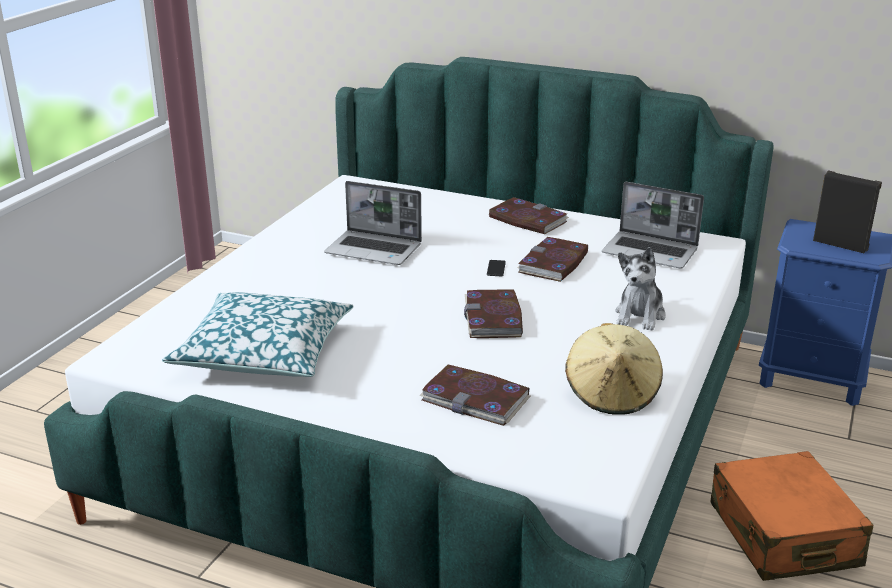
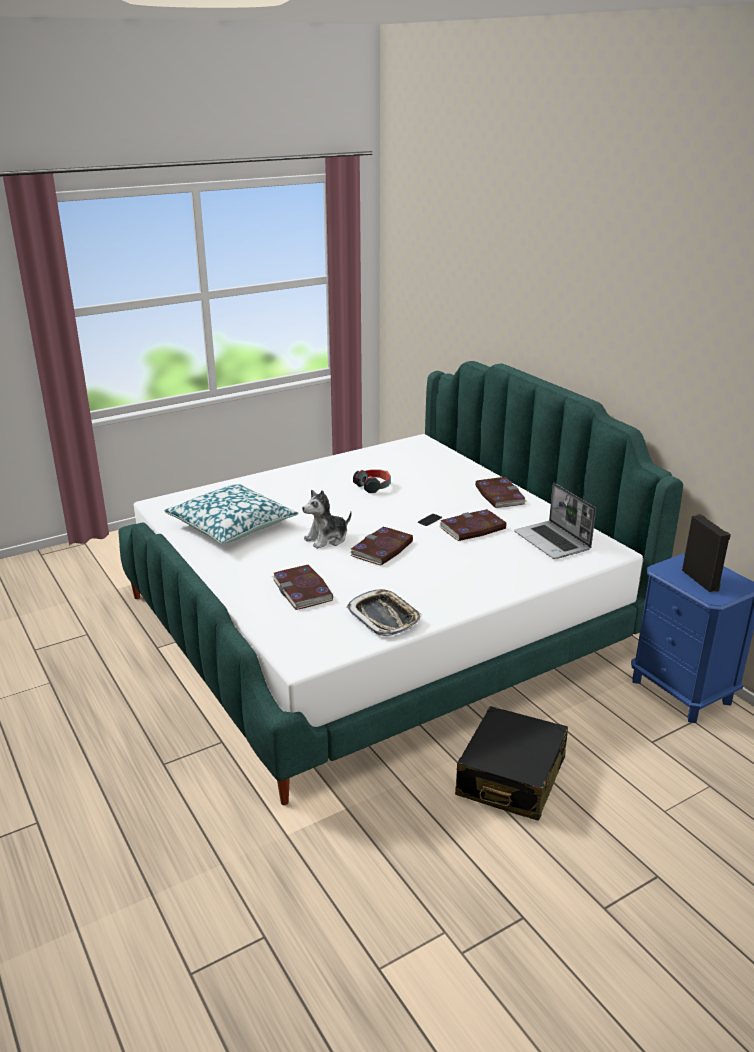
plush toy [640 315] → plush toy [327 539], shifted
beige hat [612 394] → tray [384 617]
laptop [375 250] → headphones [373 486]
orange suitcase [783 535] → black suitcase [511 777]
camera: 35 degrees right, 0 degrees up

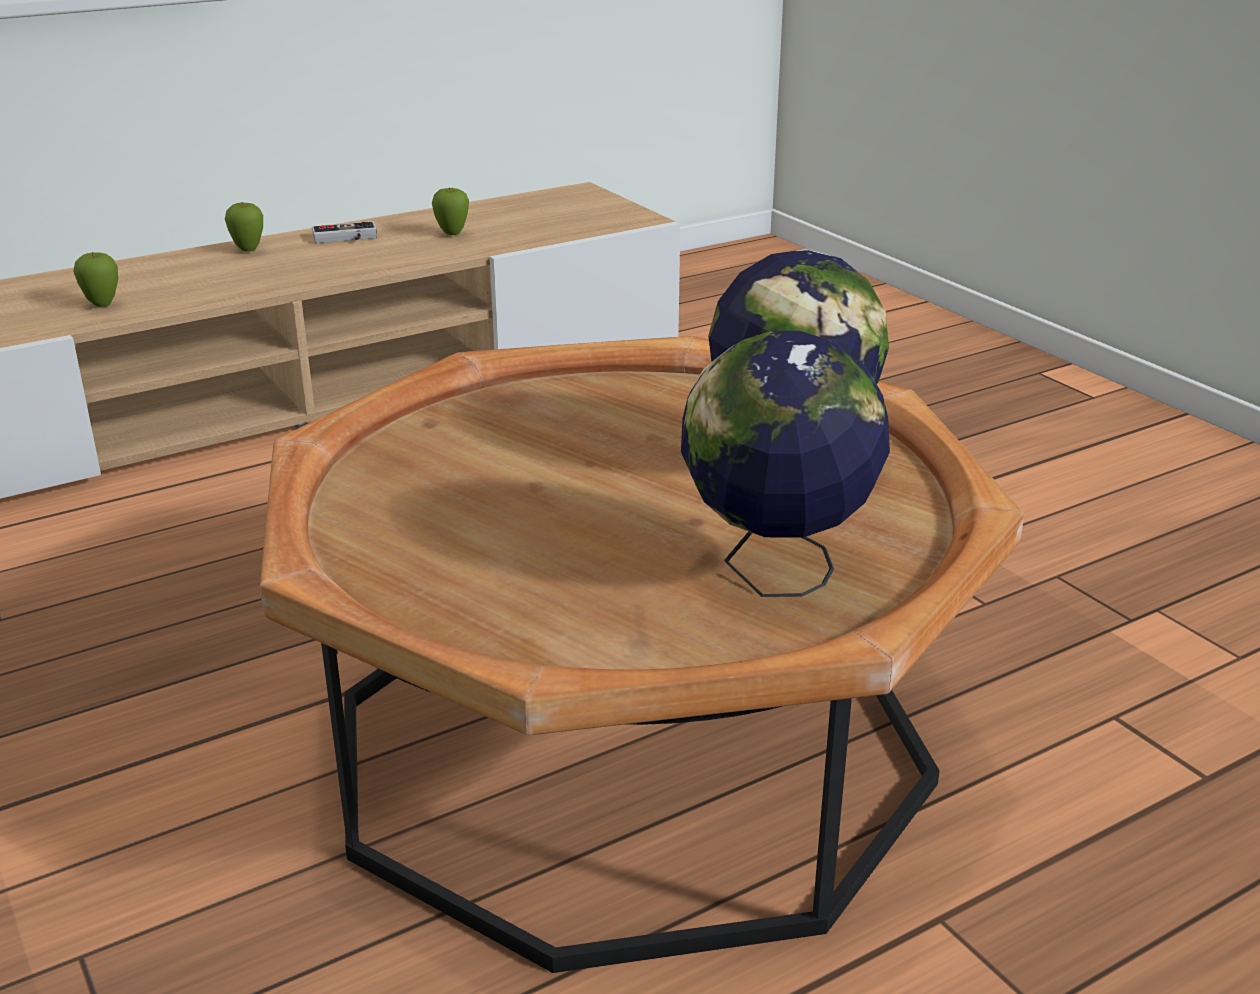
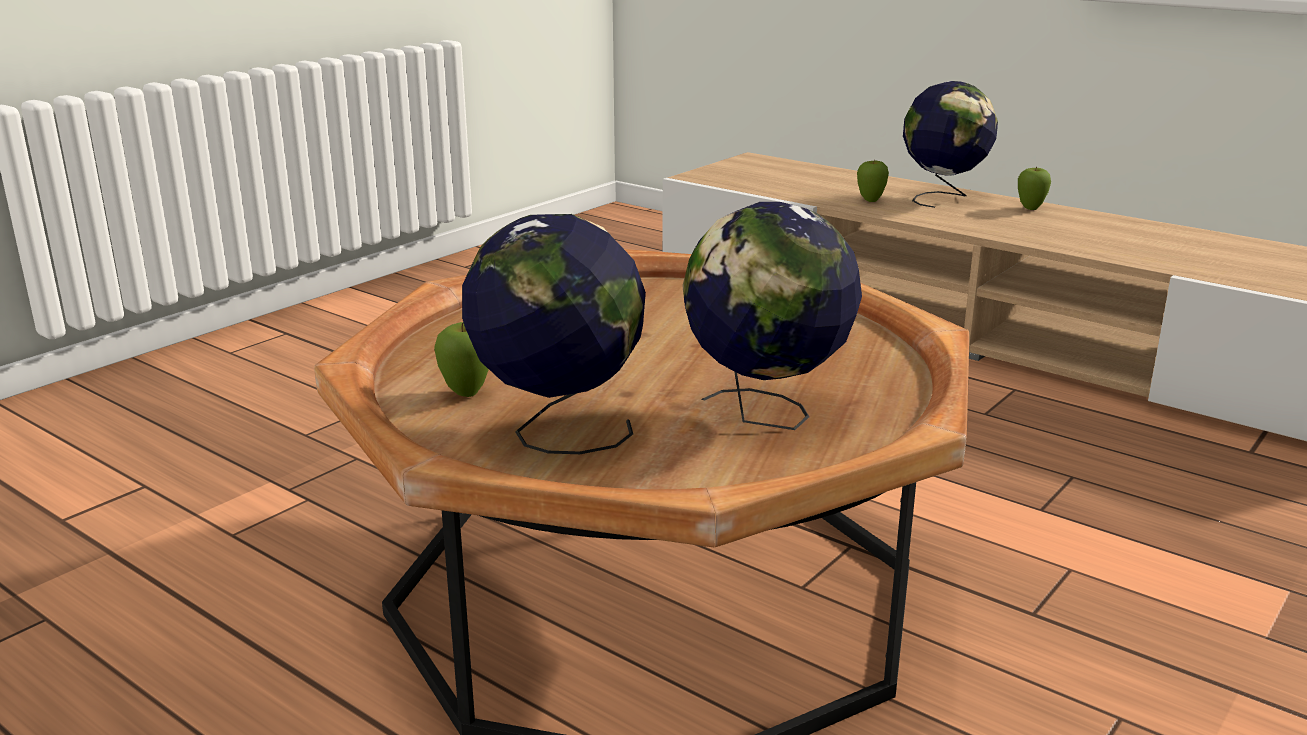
apple [452 234] → apple [466 394], shifted
- → globe [943 198]
game controller [345 238] → -
camera: 70 degrees right, 5 degrees down

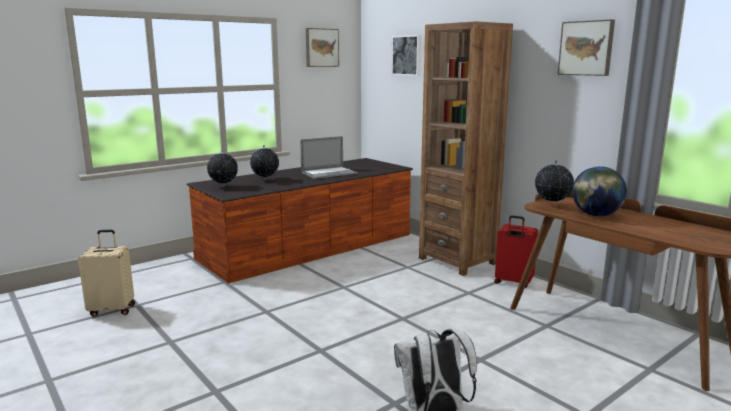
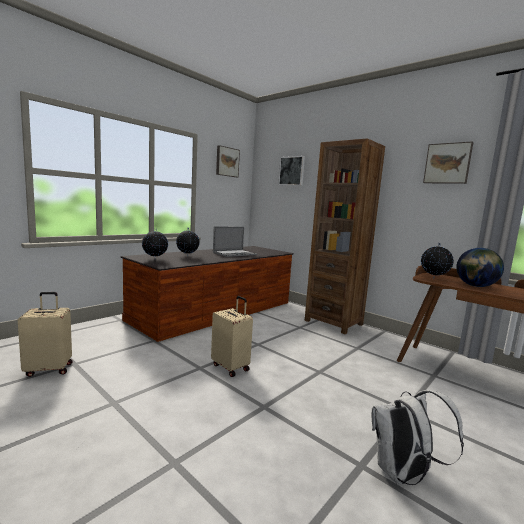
- → beige suitcase [231 367]
red suitcase [513 283] → -
camera: 10 degrees left, 5 degrees down

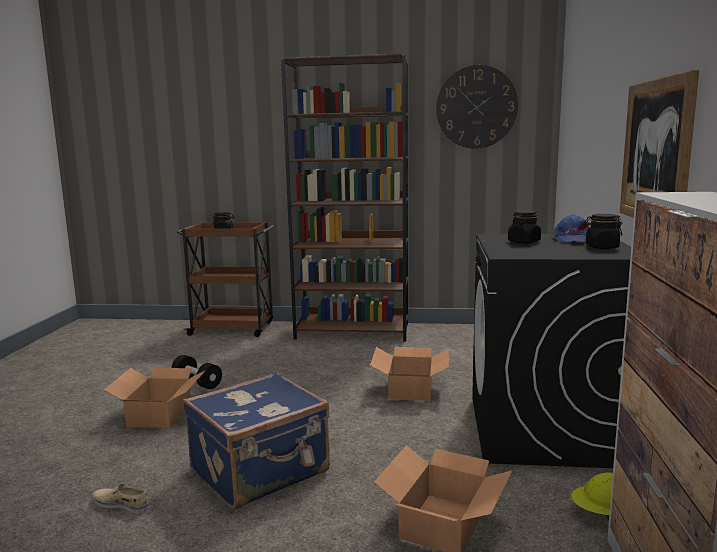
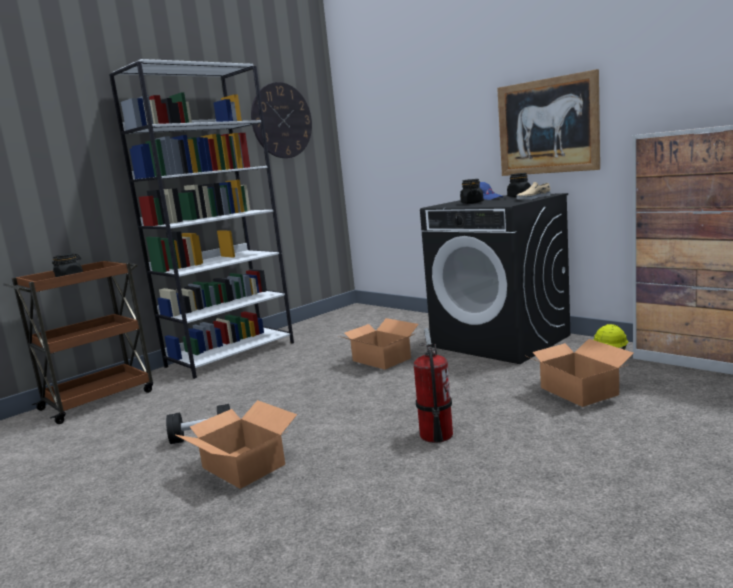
brown bookcase [353 331] → white bookcase [231 354]
blue suitcase [261 472] → fire extinguisher [435 435]
beige shoe [121 504] → beige shoe [533 198], shifted
camera: 50 degrees left, 0 degrees up

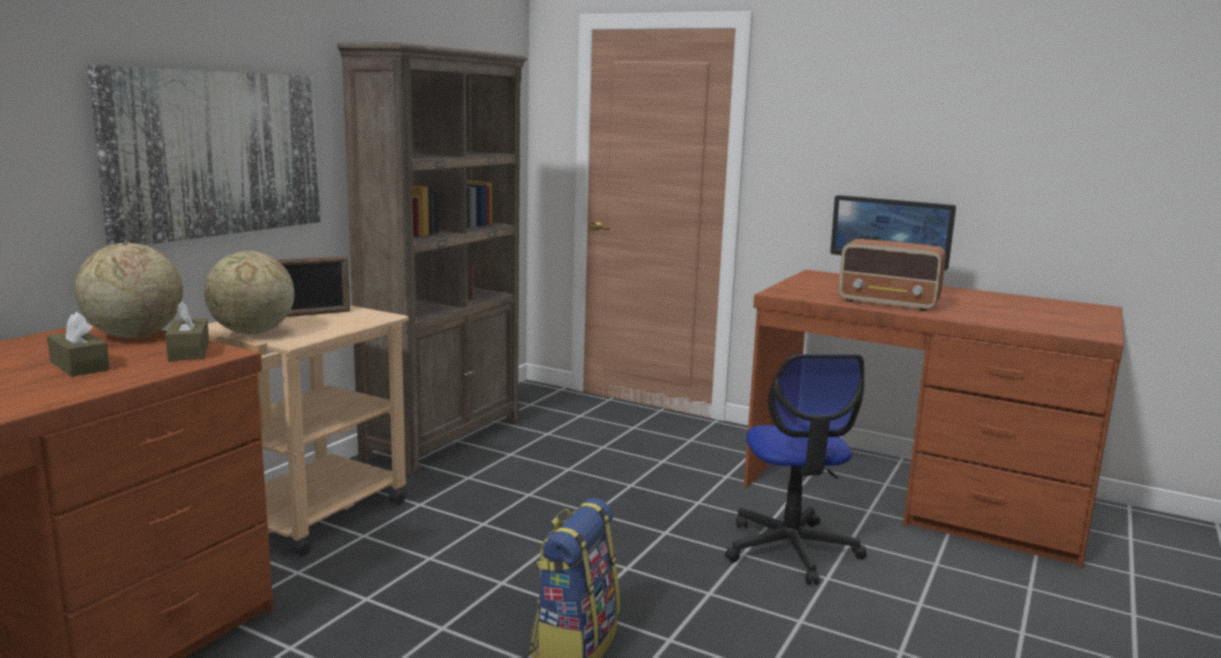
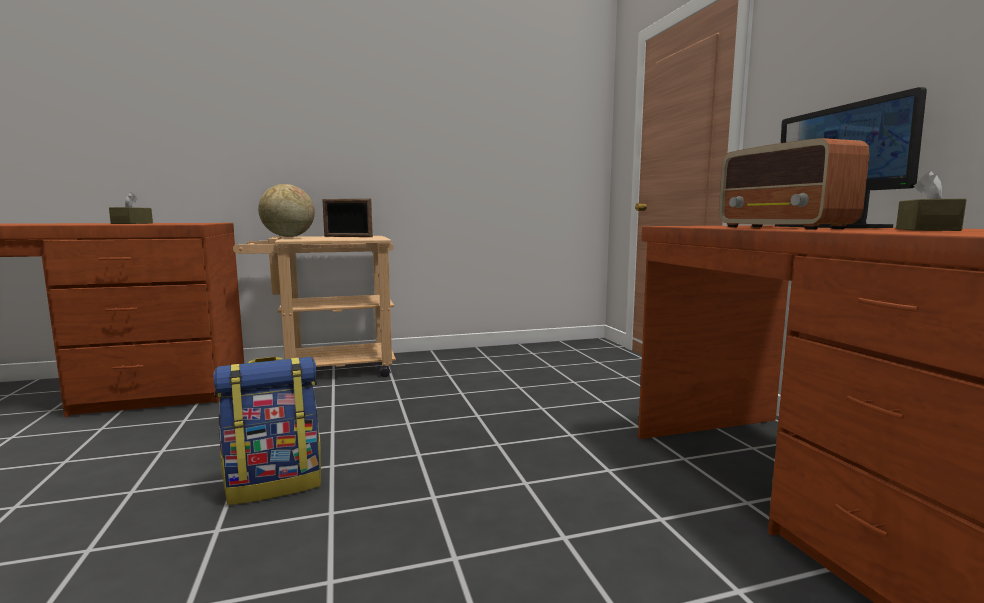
brown tissue box [189 351] → brown tissue box [926 229], shifted
globe [134 336] → -
picture [216 154] → -
brown bookcase [444 439] → -
office chair [791 550] → -
camera: 45 degrees right, 5 degrees down

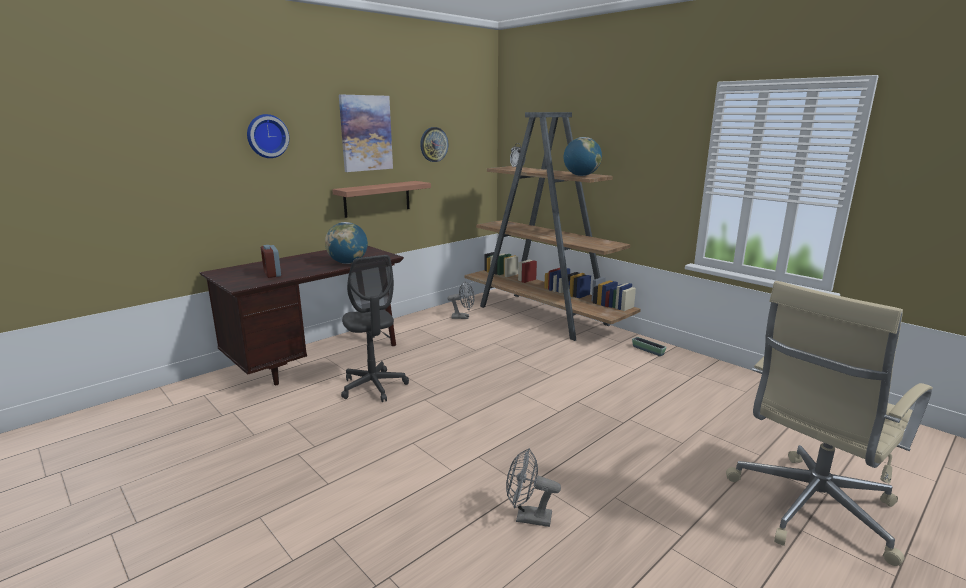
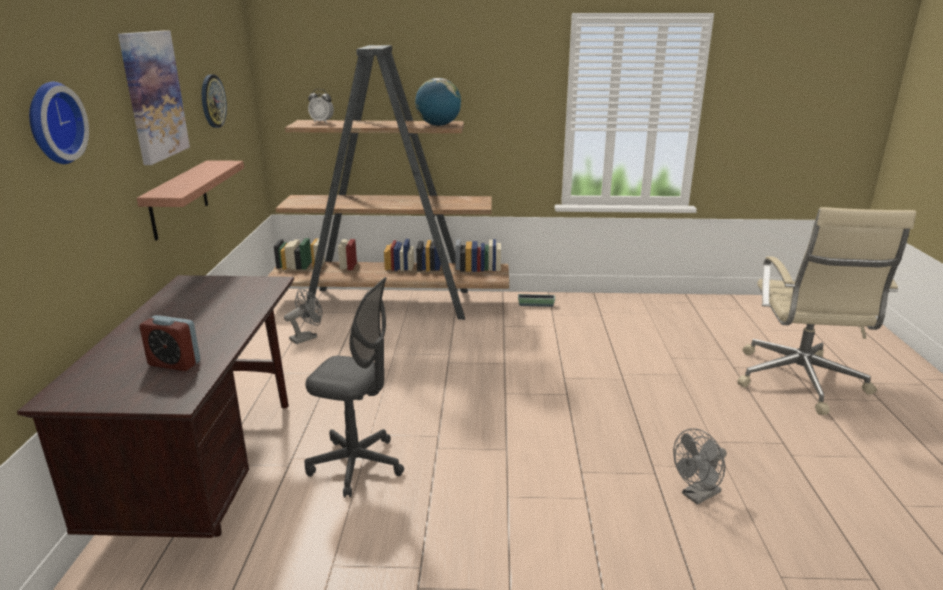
globe [348 263] → -
camera: 45 degrees left, 5 degrees up

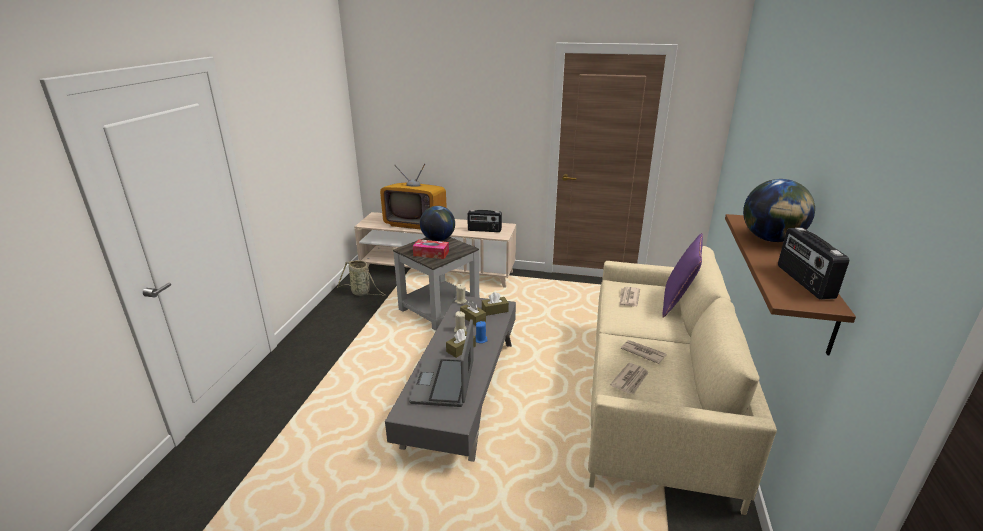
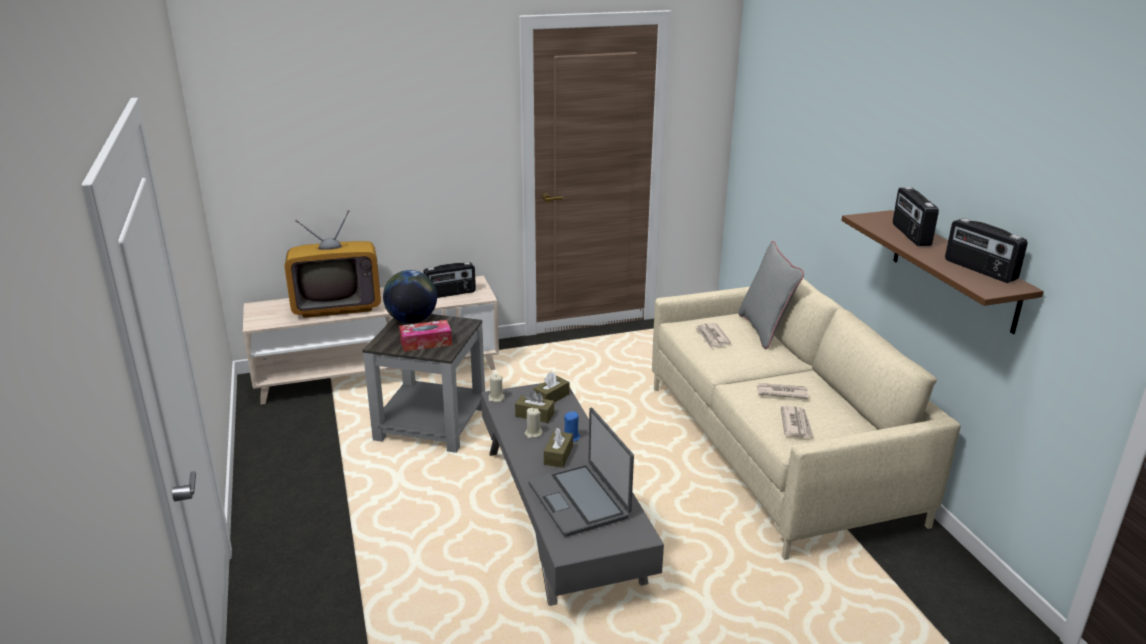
purple pillow [677 303] → grey pillow [764 330]
globe [771 239] → radio [910 235]
basket [362 292] → -
camera: 30 degrees left, 0 degrees up

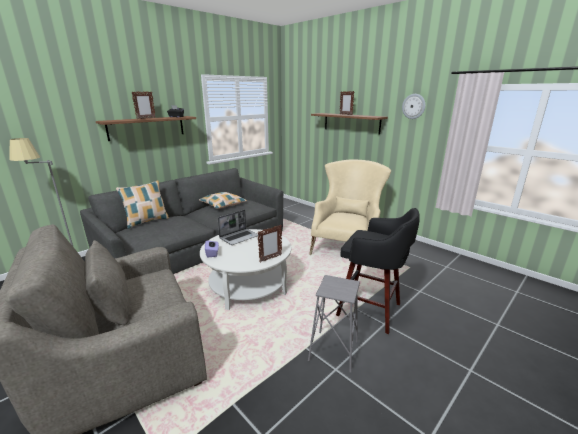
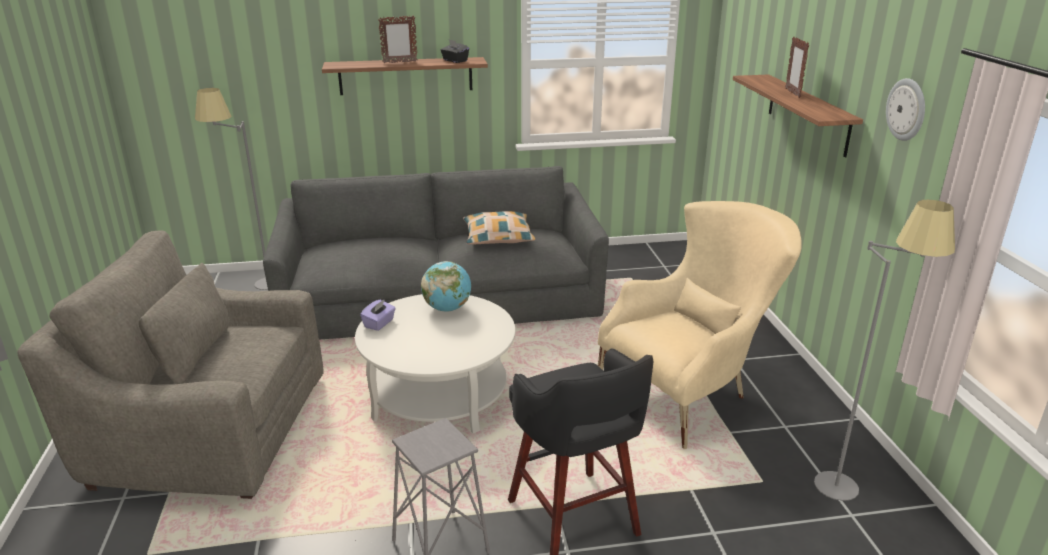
laptop [239 237] → globe [447 308]
- → grey floor lamp [851 480]
pillow [147 221] → -
picture frame [270 258] → -
camera: 35 degrees right, 5 degrees up

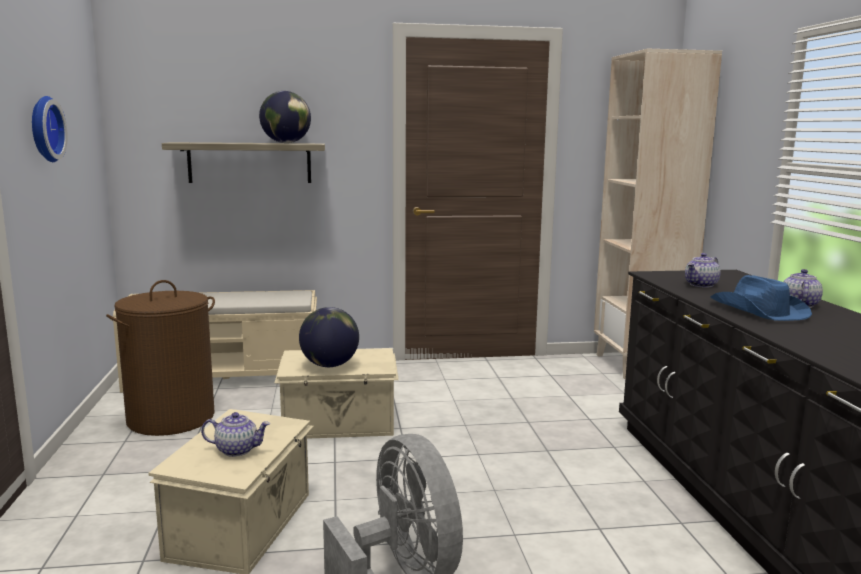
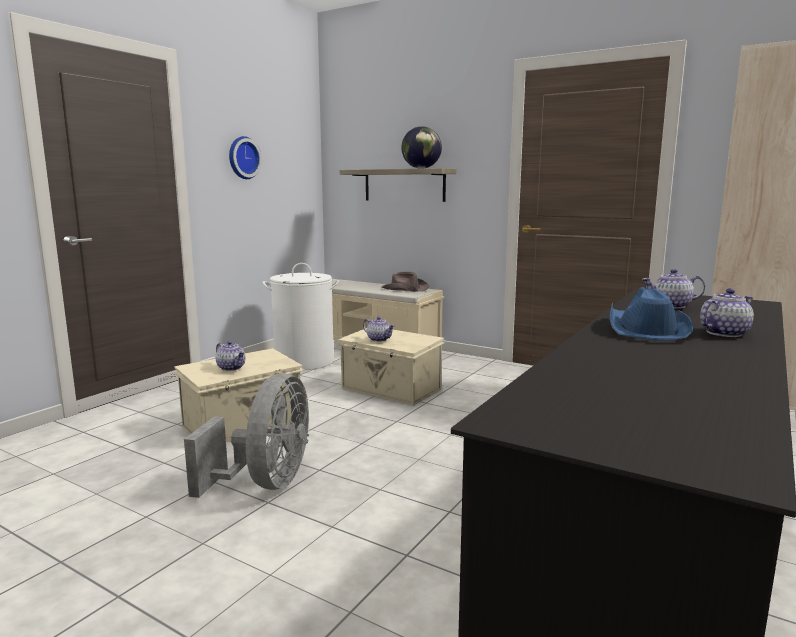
brown laundry basket [171 418] → white laundry basket [304 362]
globe [329 365] → teapot [379 339]
- → brown hat [404 289]
camera: 40 degrees right, 0 degrees up

